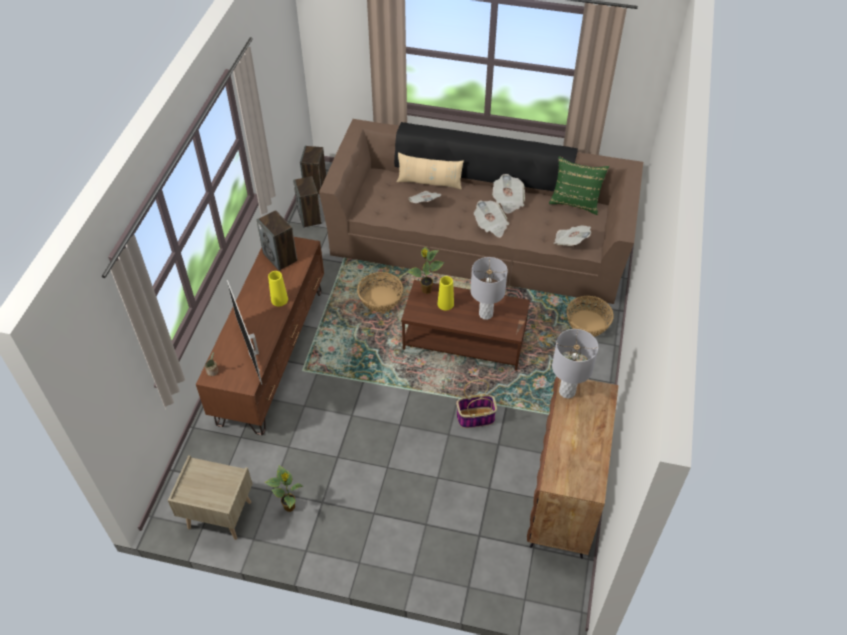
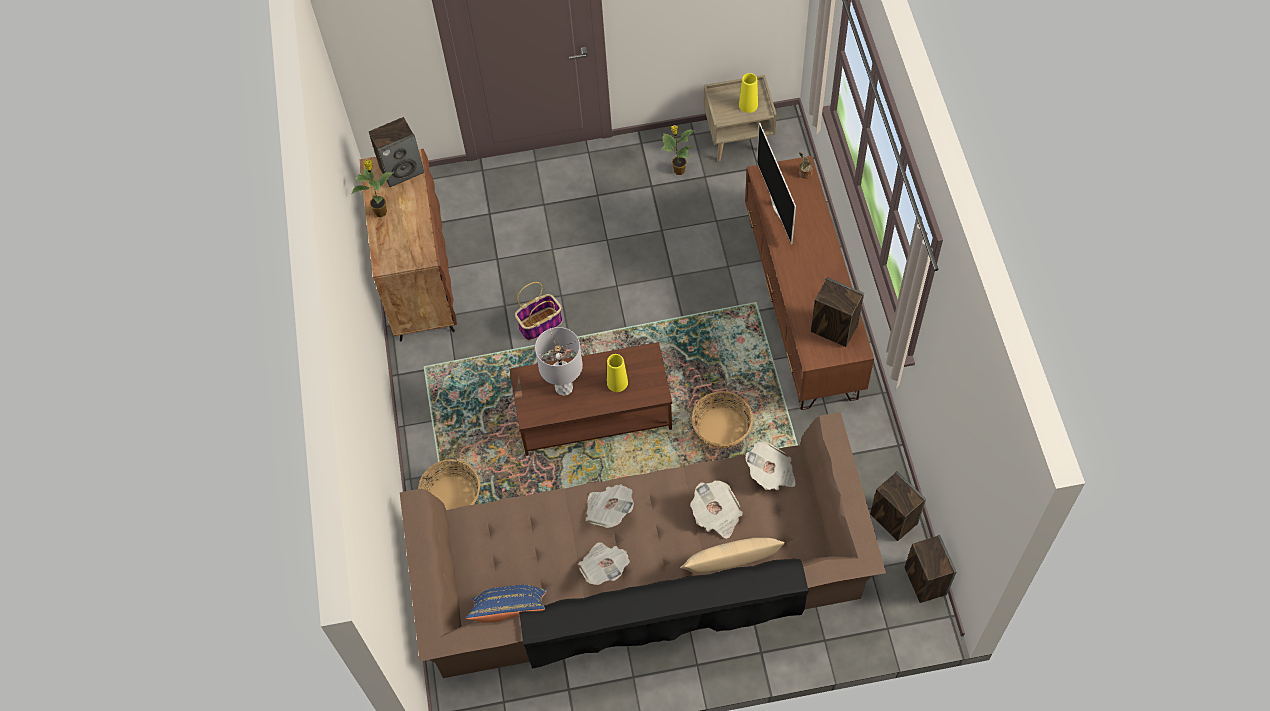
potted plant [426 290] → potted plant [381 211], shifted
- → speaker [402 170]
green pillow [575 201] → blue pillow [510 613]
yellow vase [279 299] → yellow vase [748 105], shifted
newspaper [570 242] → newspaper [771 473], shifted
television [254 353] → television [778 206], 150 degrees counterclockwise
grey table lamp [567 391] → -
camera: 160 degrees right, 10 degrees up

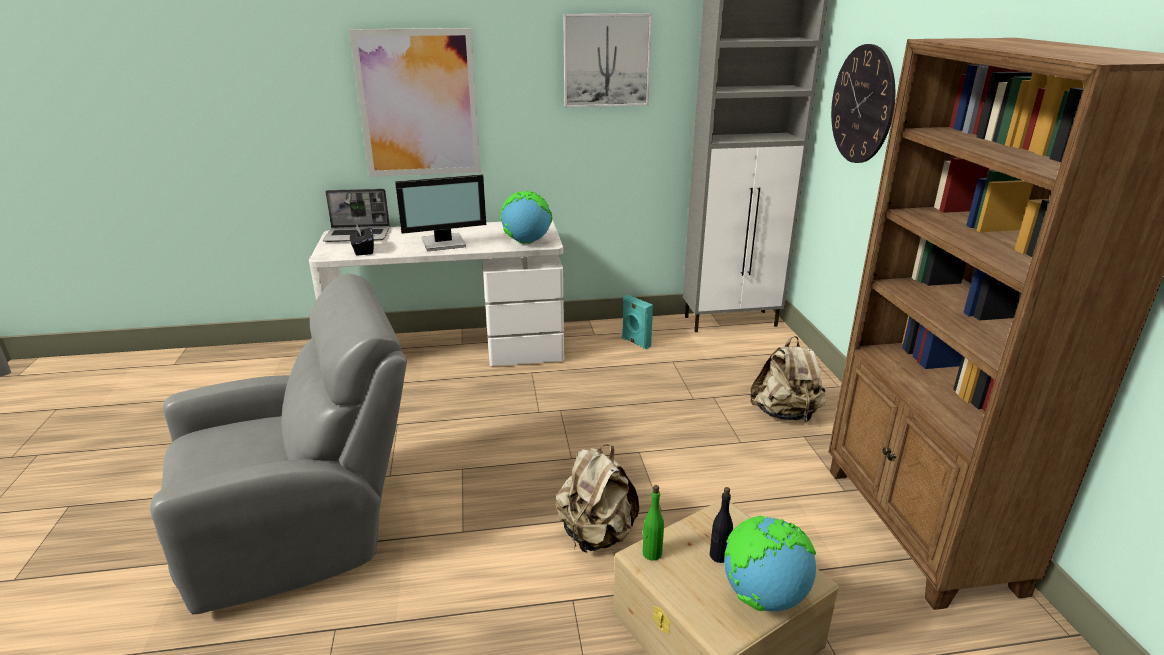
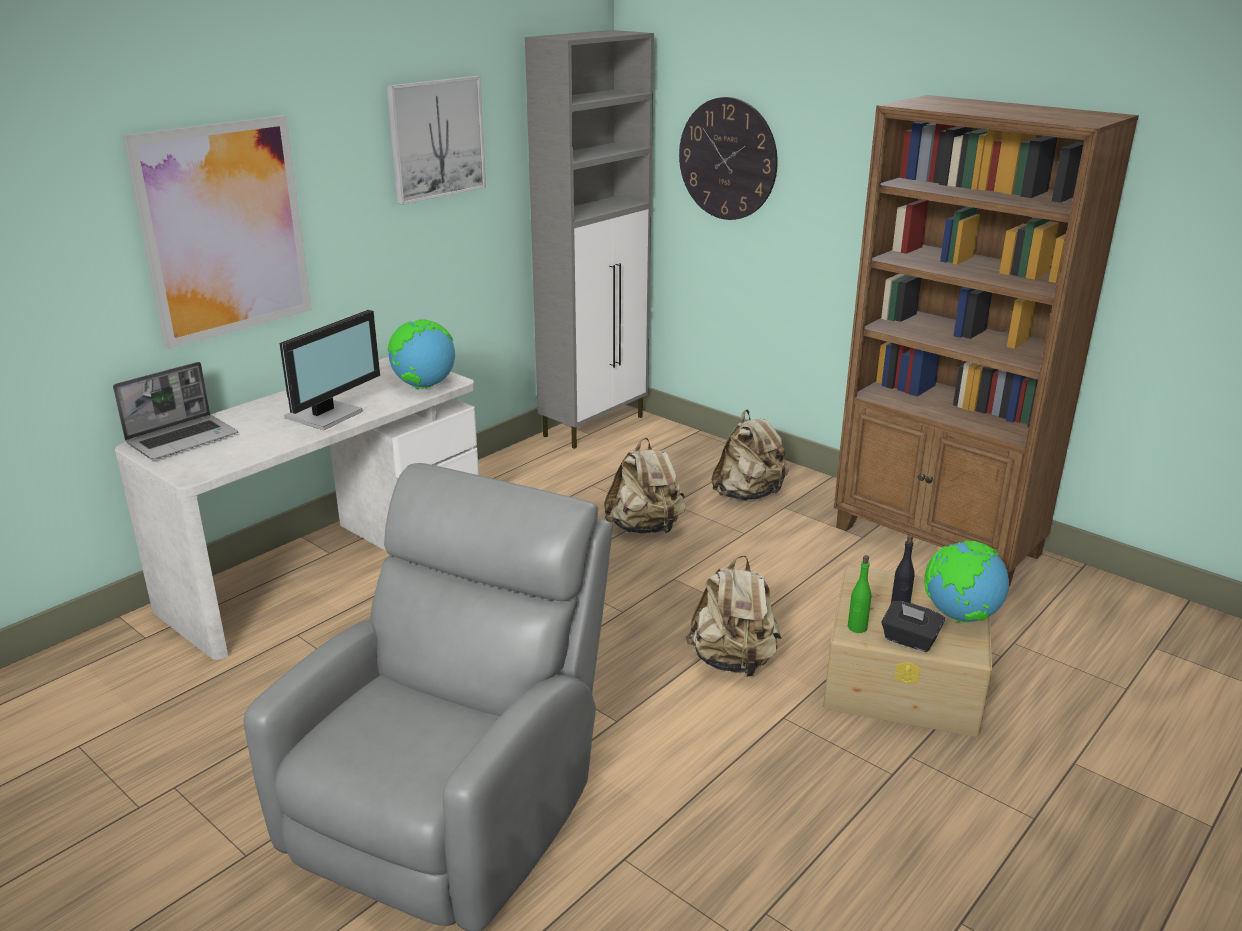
- → beige backpack [645 528]
black tissue box [363 250] → black tissue box [909 640], shifted
turquoise speaker [635 342] → -
camera: 40 degrees left, 0 degrees up

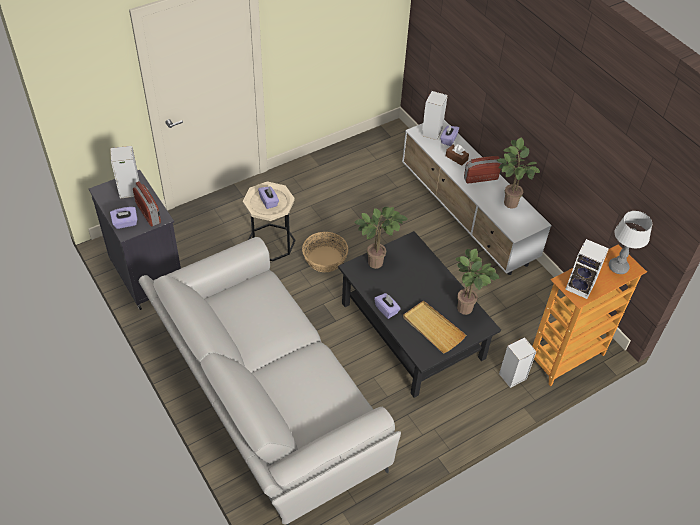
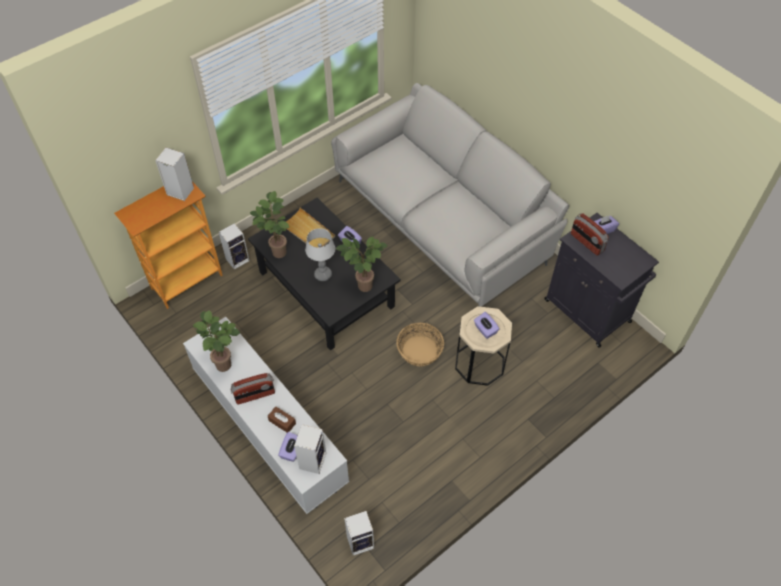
table lamp [618 267] → table lamp [323 275], shifted
speaker [129 191] → speaker [361 541], shifted
camera: 175 degrees right, 5 degrees up

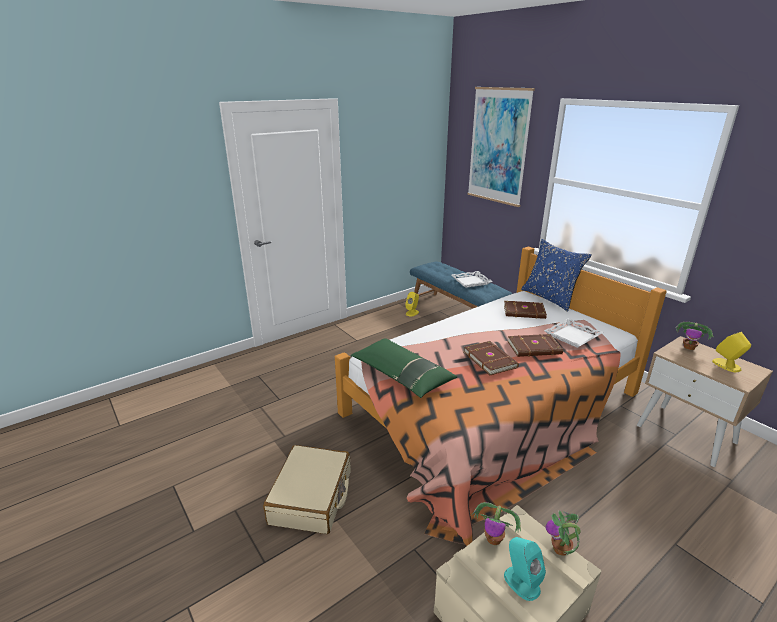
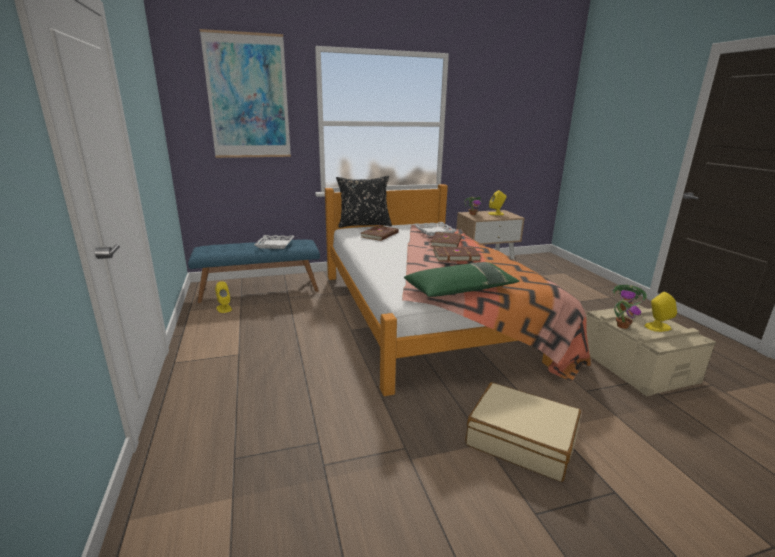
blue pillow [550 298] → black pillow [364 225]
turquoise speaker [521 582] → yellow speaker [657 327]
camera: 70 degrees left, 5 degrees down

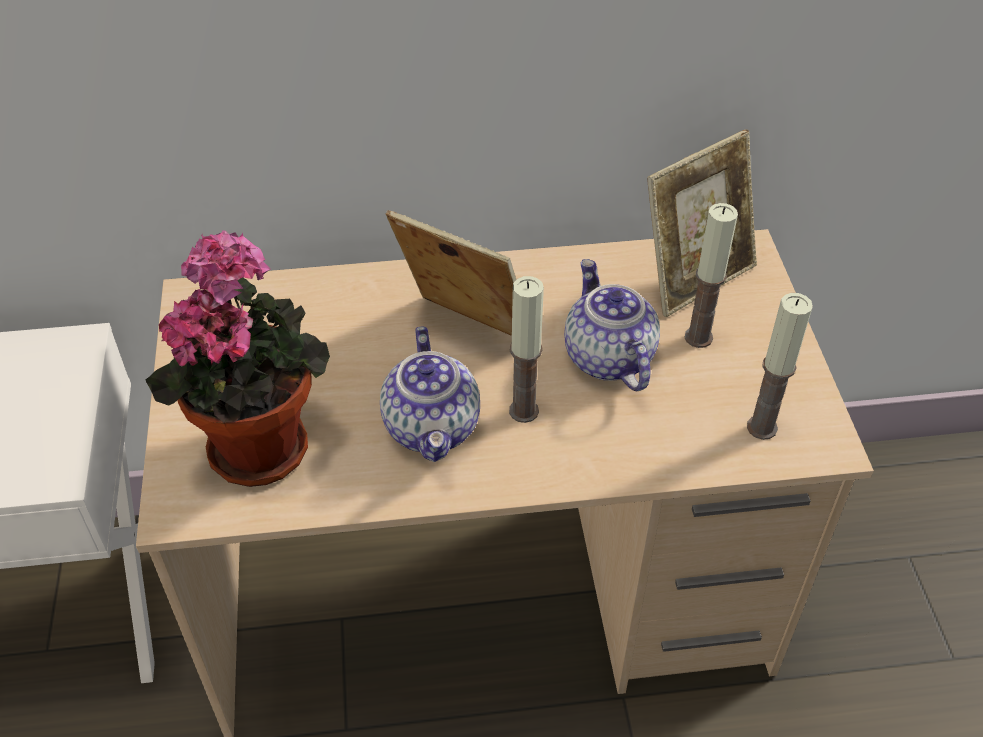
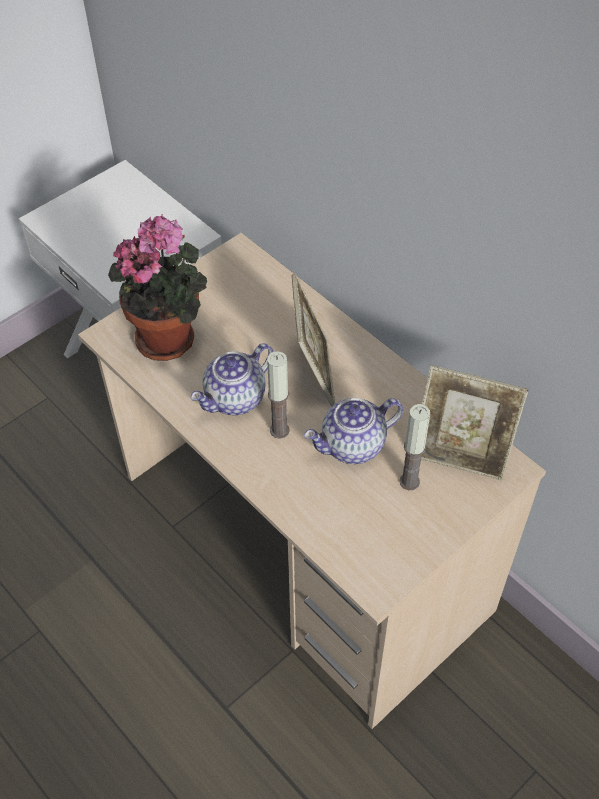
teapot [607 357] → teapot [353 446], 150 degrees counterclockwise
candle [762 427] → -
camera: 55 degrees right, 5 degrees up

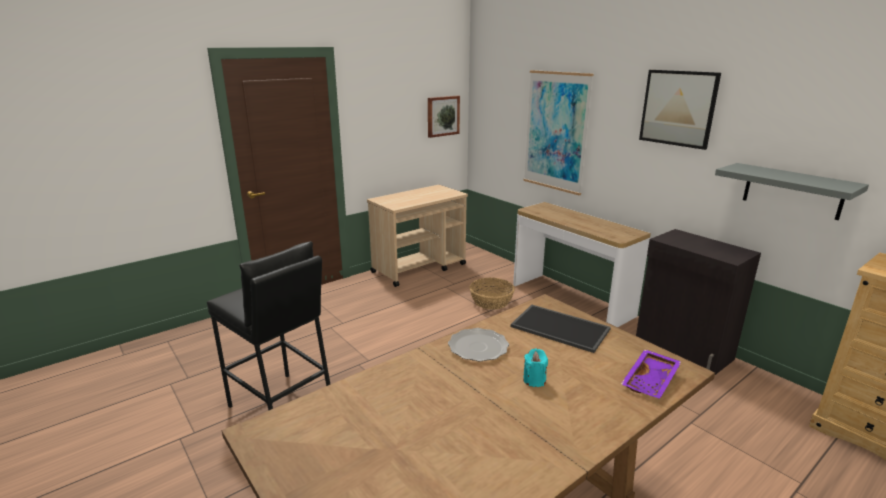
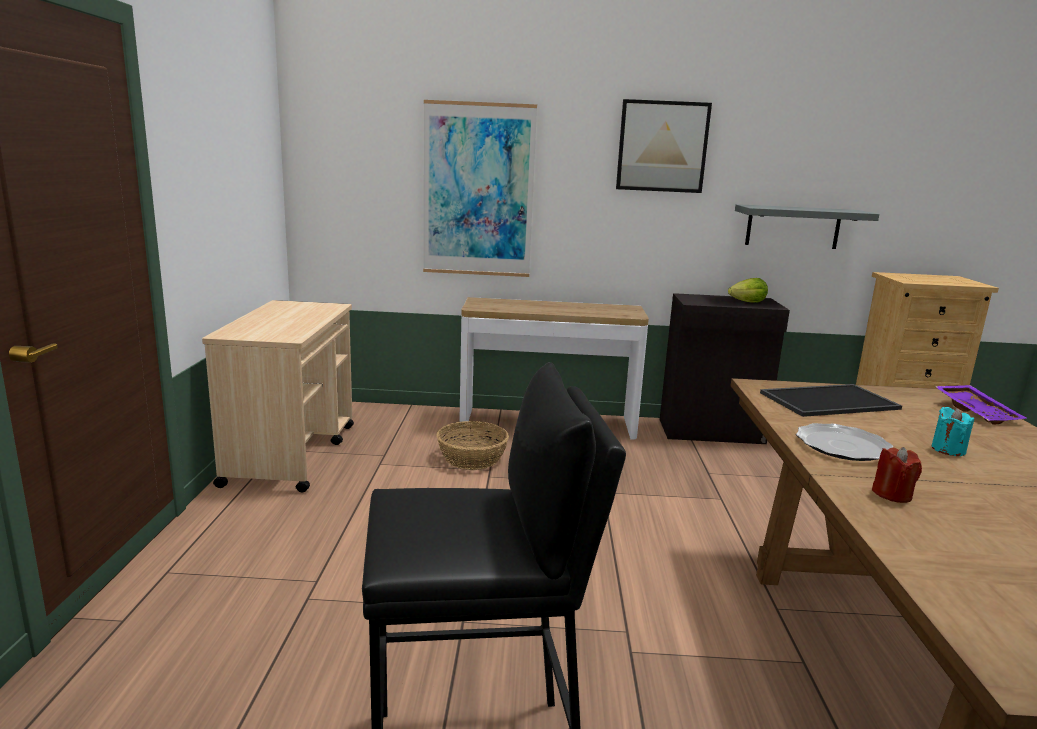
- → lettuce [748 302]
- → red candle [892 494]
picture [442 116] → -
camera: 50 degrees left, 5 degrees down

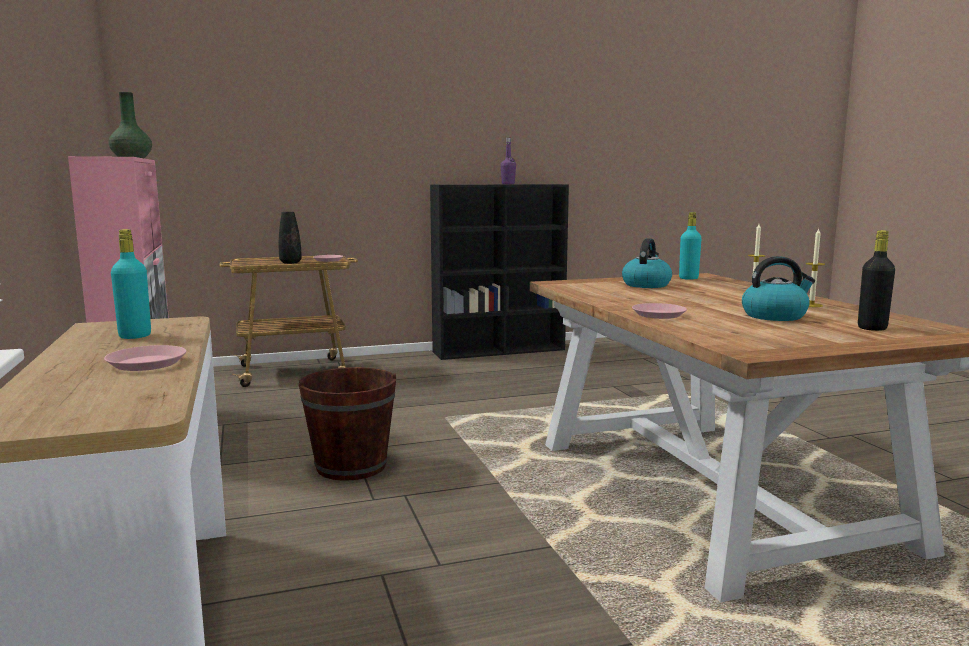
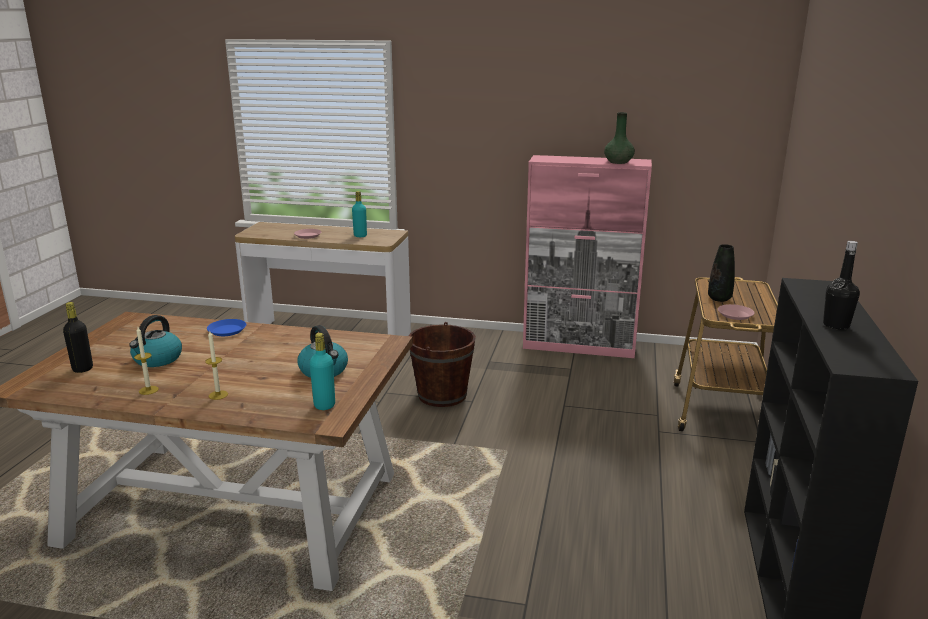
pink plate [659 314] → blue plate [227 330]
purple bottle [508 184] → black bottle [836 325]
camera: 120 degrees right, 10 degrees up

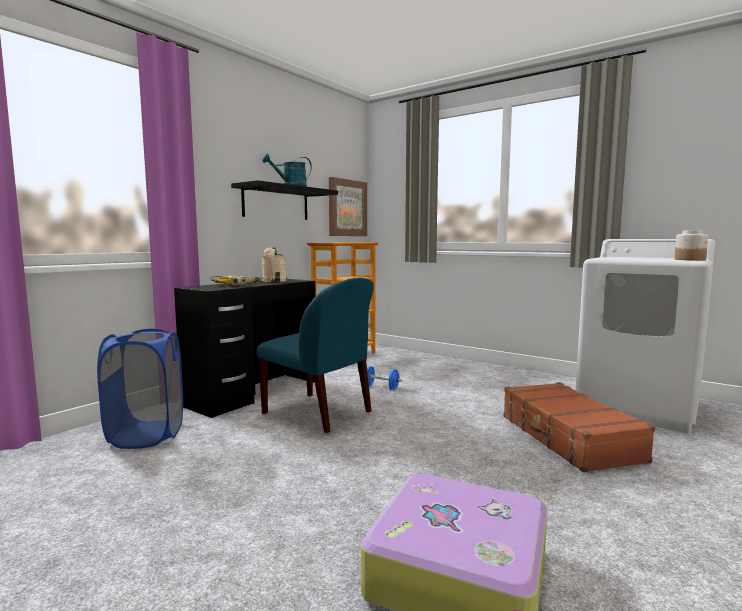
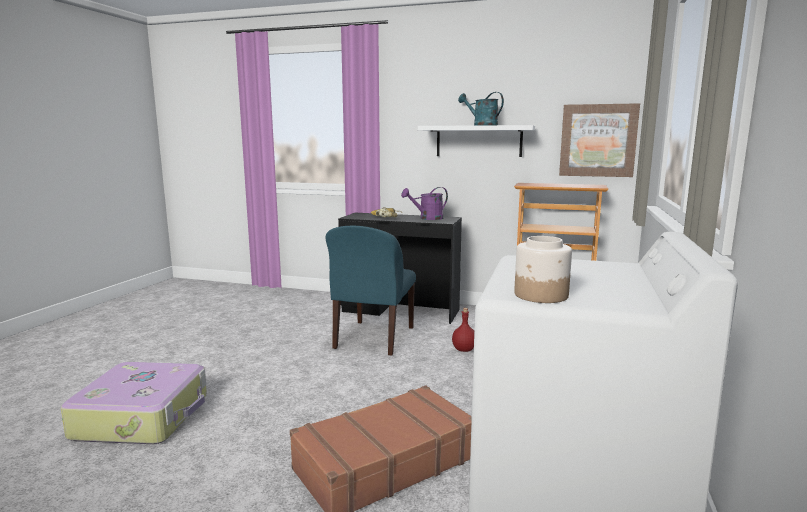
beige watering can [274 281] → purple watering can [427 218]
black shelf [276 203] → white shelf [478 141]
blue dumbbell [381 387] → red bottle [464 350]
blue laundry basket [147 435] → -
camera: 70 degrees right, 5 degrees up

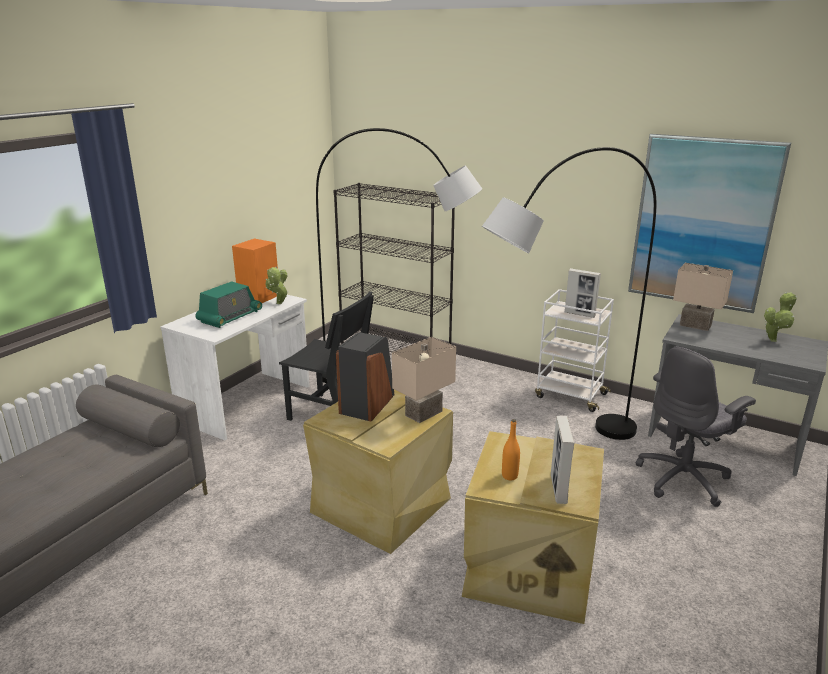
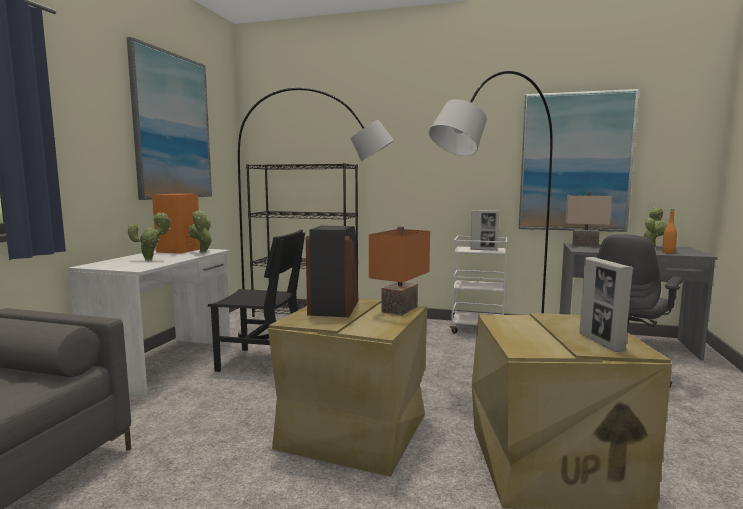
- → picture [172 127]
radio [230 317] → potted plant [151 260]
beige table lamp [422 412] → orange table lamp [398 309]
orange bottle [509 476] → orange bottle [668 252], shifted
camera: 15 degrees left, 15 degrees down

